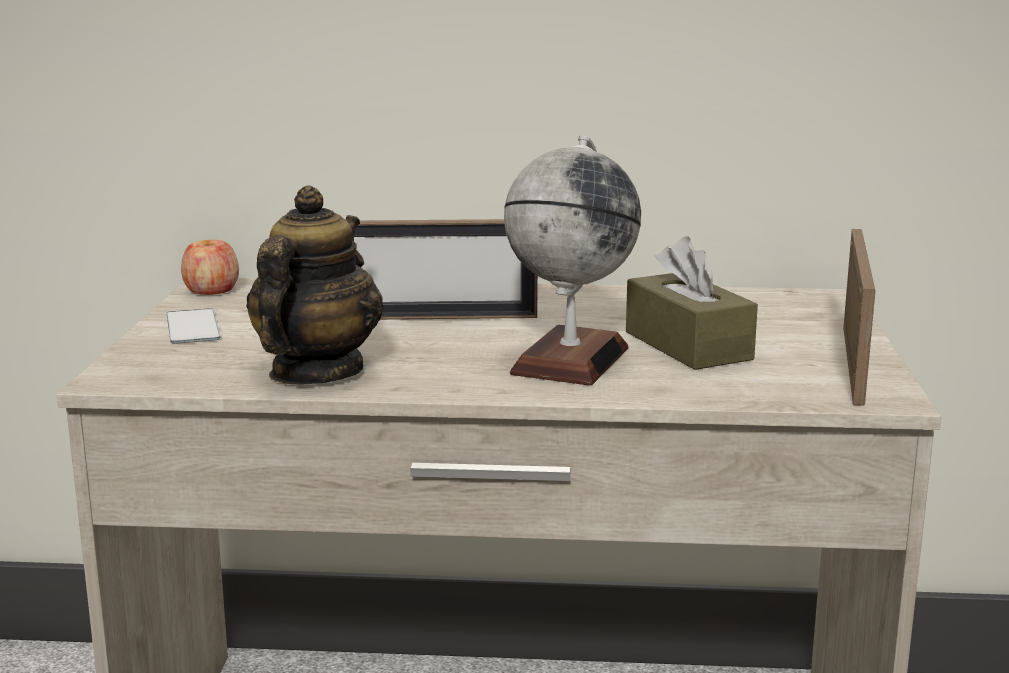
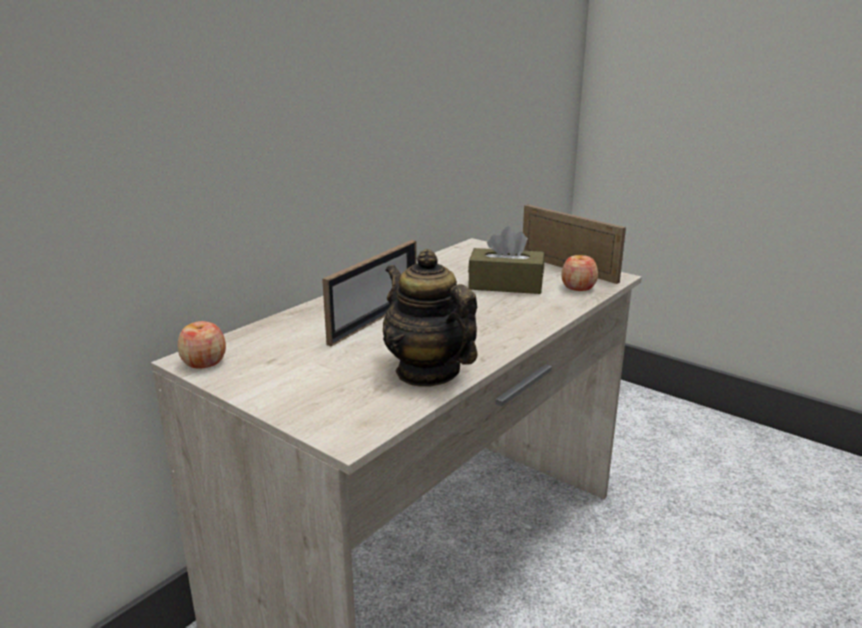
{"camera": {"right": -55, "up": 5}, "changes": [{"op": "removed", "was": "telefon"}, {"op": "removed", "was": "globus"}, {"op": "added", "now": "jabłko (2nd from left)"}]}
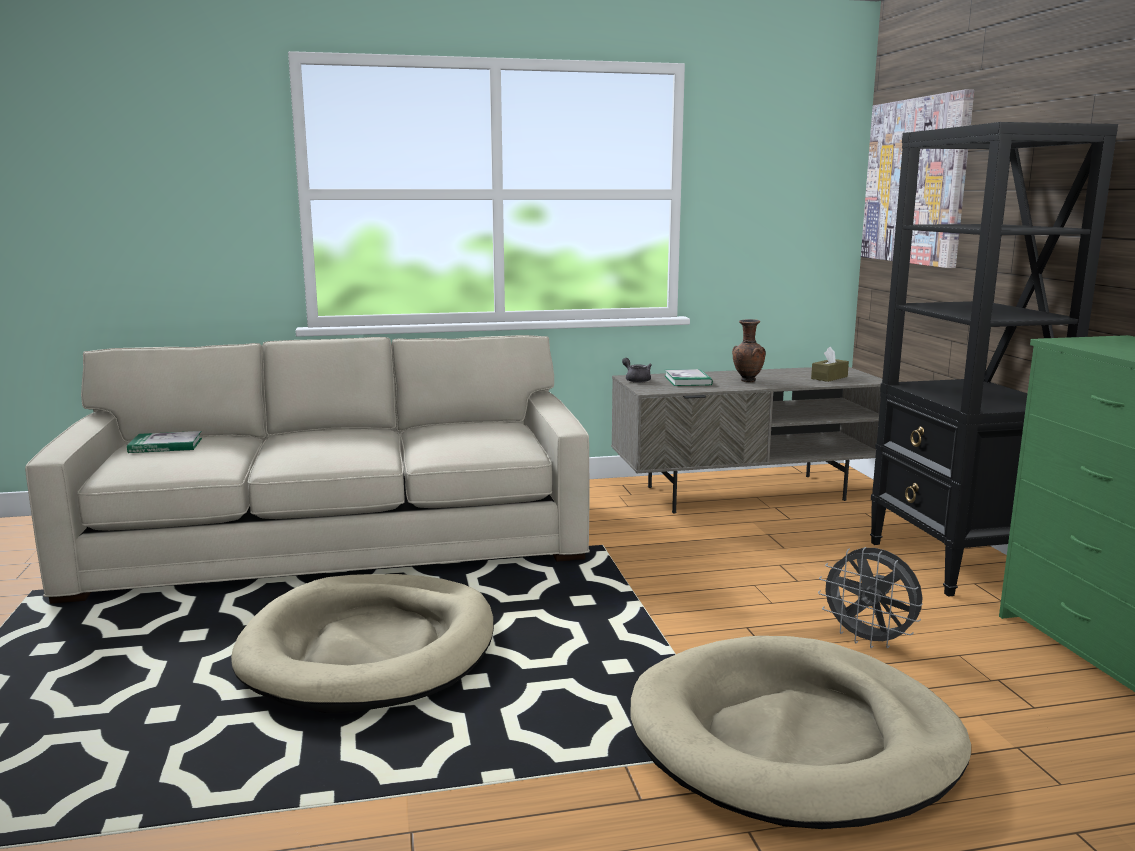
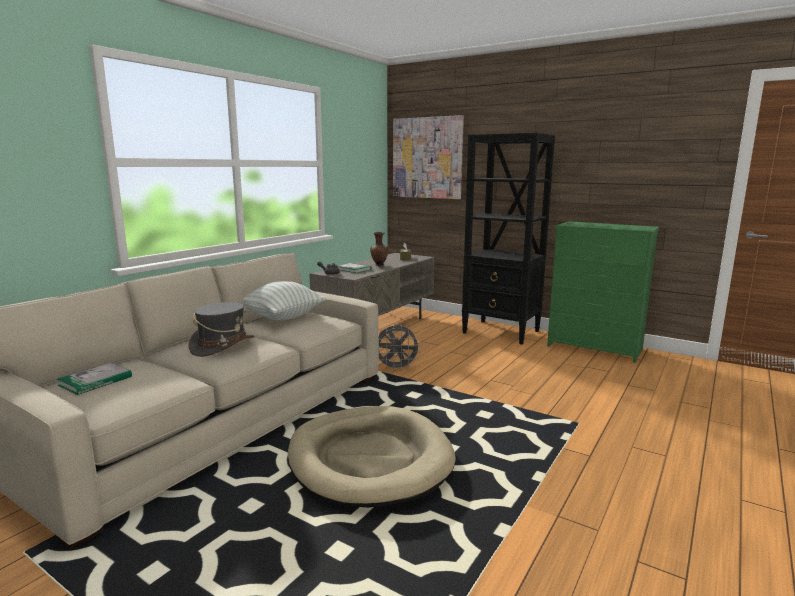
{"camera": {"right": -45, "up": 0}, "changes": [{"op": "removed", "was": "legowisko [beżowy] (2nd from left)"}, {"op": "moved", "was": "wentylator [szary]"}, {"op": "added", "now": "kapelusz [szary]"}, {"op": "added", "now": "poduszka"}]}
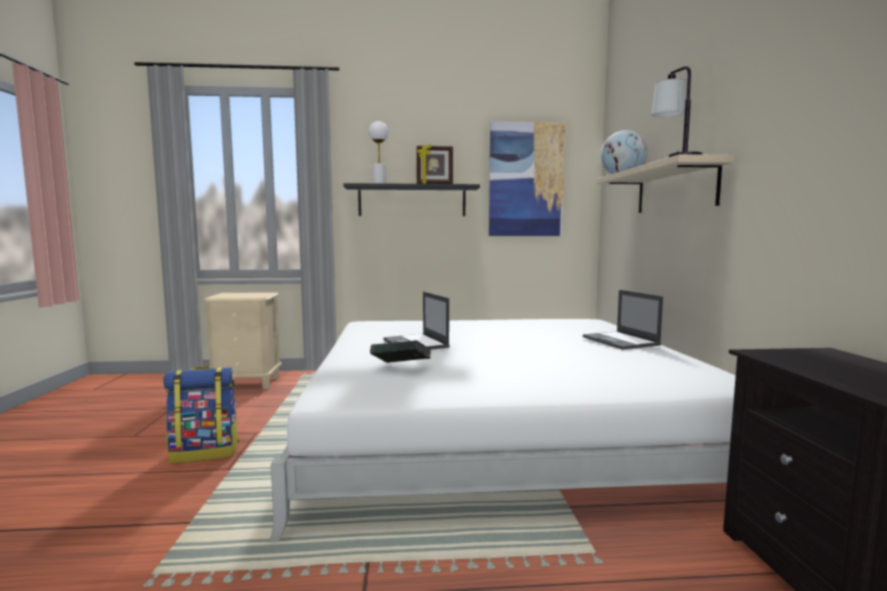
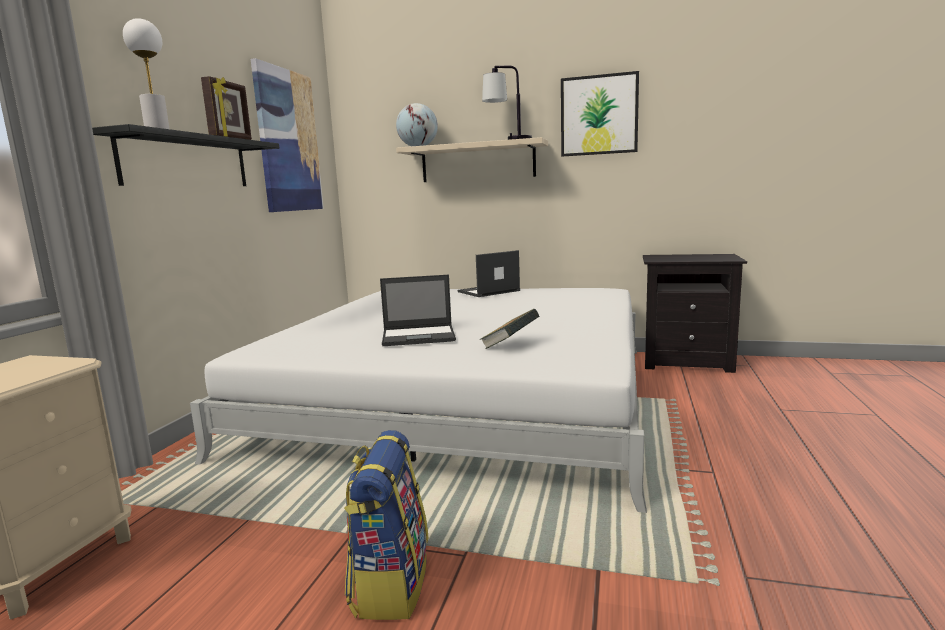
{"camera": {"right": -70, "up": 5}, "changes": [{"op": "turned", "was": "laptop (2nd from left)", "clockwise": 150}, {"op": "added", "now": "obraz (2nd from left)"}]}
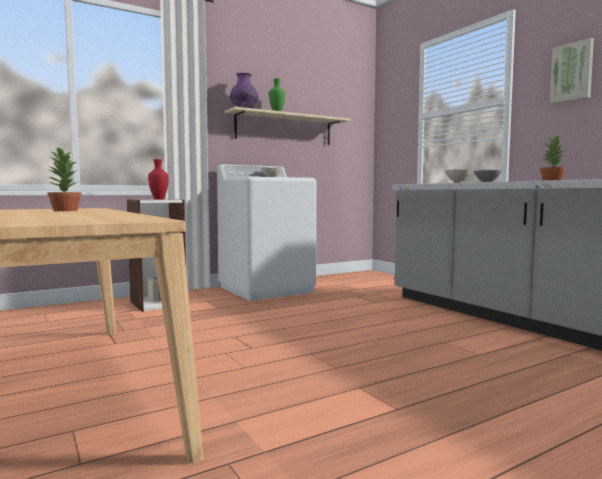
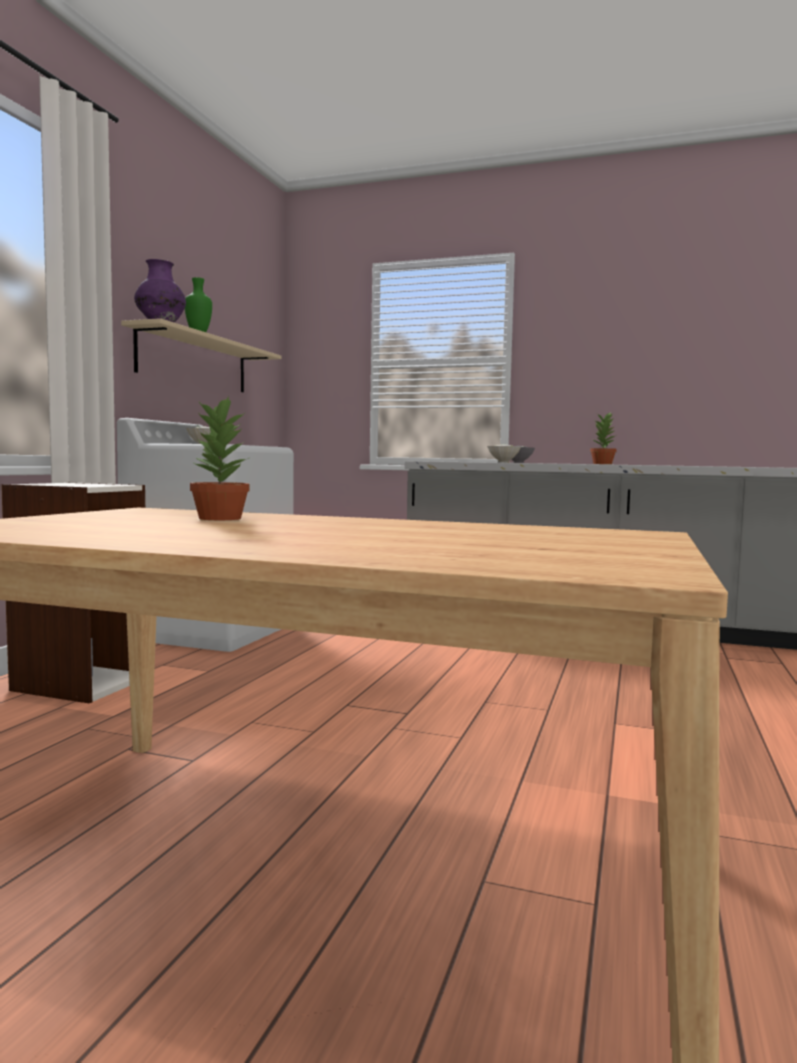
{"camera": {"right": -40, "up": 0}, "changes": [{"op": "removed", "was": "wazon [czerwony]"}, {"op": "removed", "was": "obraz"}]}
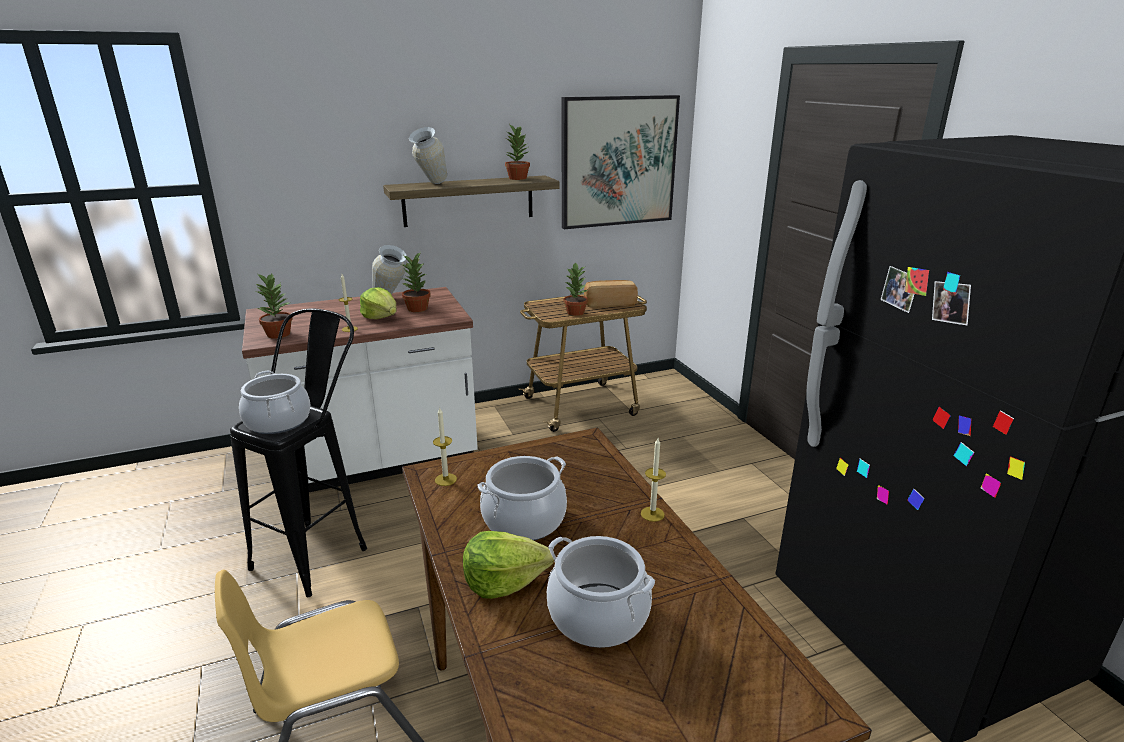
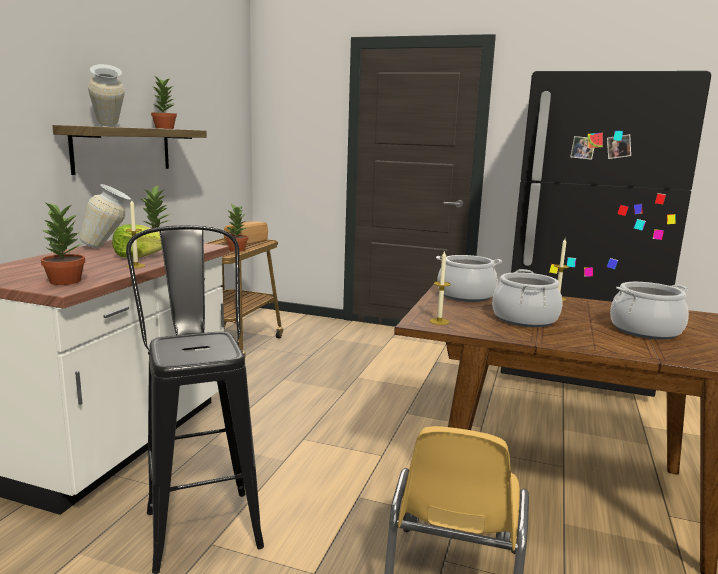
{"camera": {"right": -50, "up": -10}, "changes": [{"op": "moved", "was": "garnek (1st from left)"}, {"op": "removed", "was": "sałata (2nd from left)"}, {"op": "removed", "was": "obraz"}]}
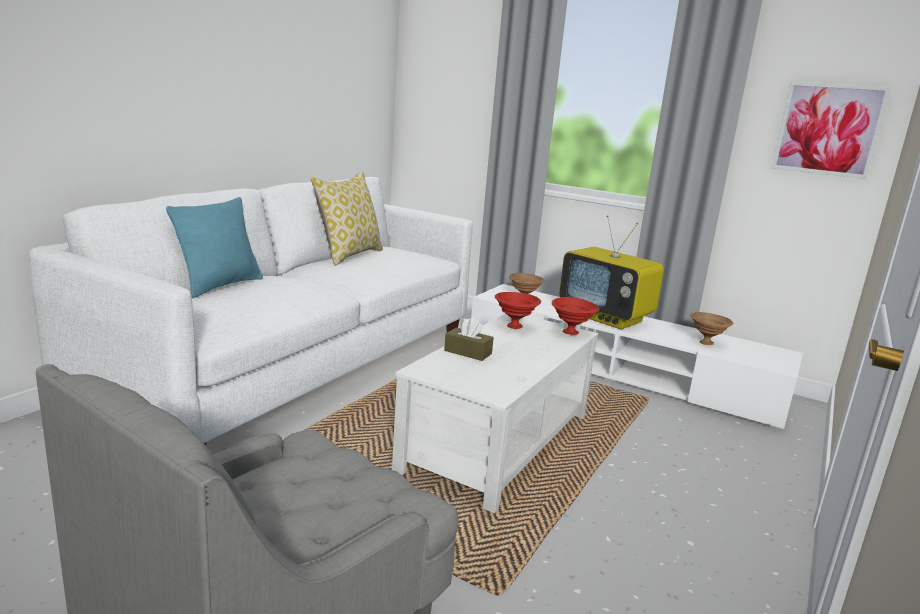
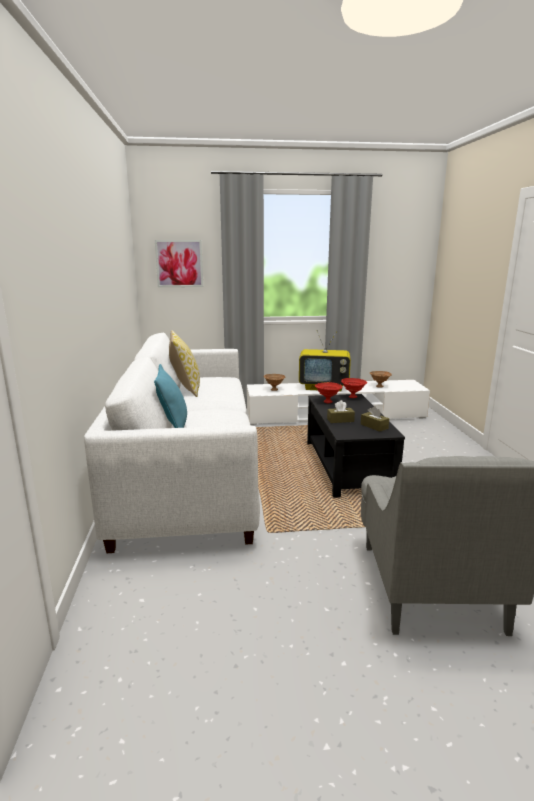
{"camera": {"right": -35, "up": 0}, "changes": [{"op": "recoloured", "was": "ława [biały]", "now": "ława [czarny]"}, {"op": "moved", "was": "obraz"}, {"op": "added", "now": "pudełko chusteczek [brązowy] (2nd from left)"}]}
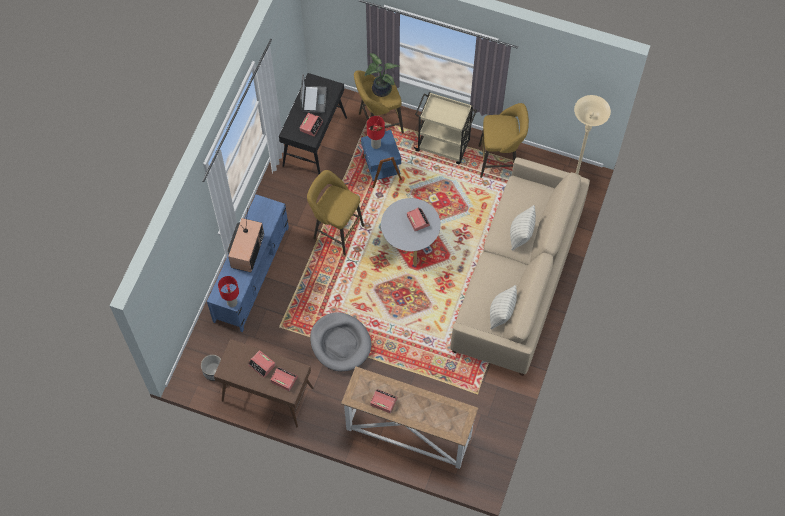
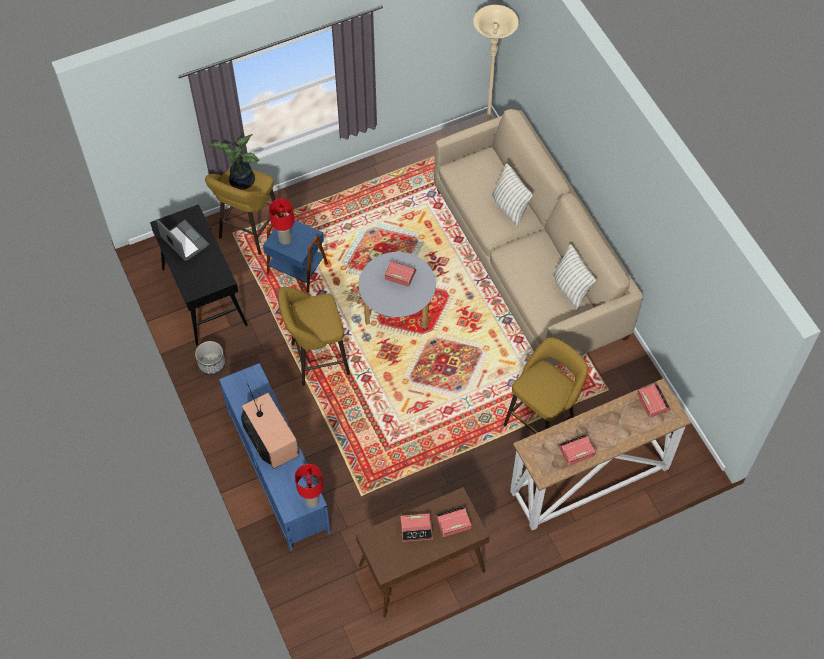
{"camera": {"right": -45, "up": -5}, "changes": [{"op": "moved", "was": "donica"}, {"op": "moved", "was": "budzik (3rd from left in the first image)", "now": "budzik (5th from left)"}, {"op": "removed", "was": "legowisko [szary]"}, {"op": "removed", "was": "wózek [beżowy]"}, {"op": "moved", "was": "stołek [żółty] (3rd from left)"}]}
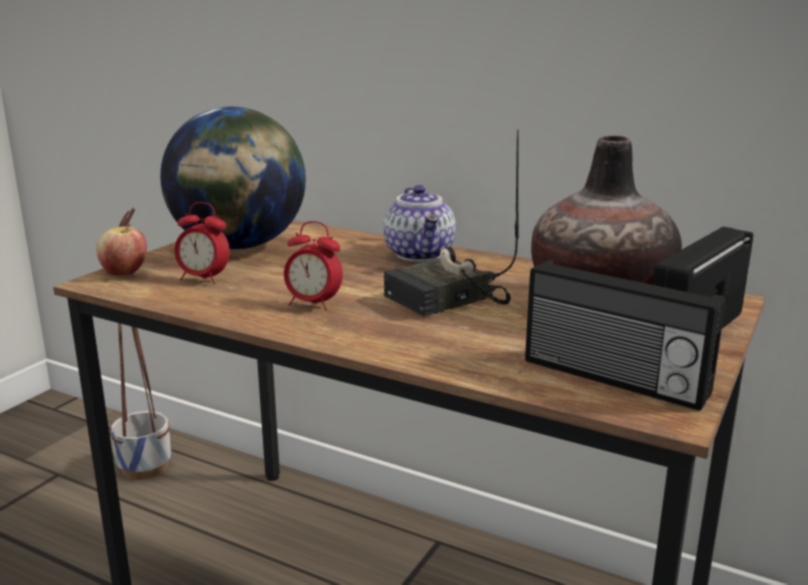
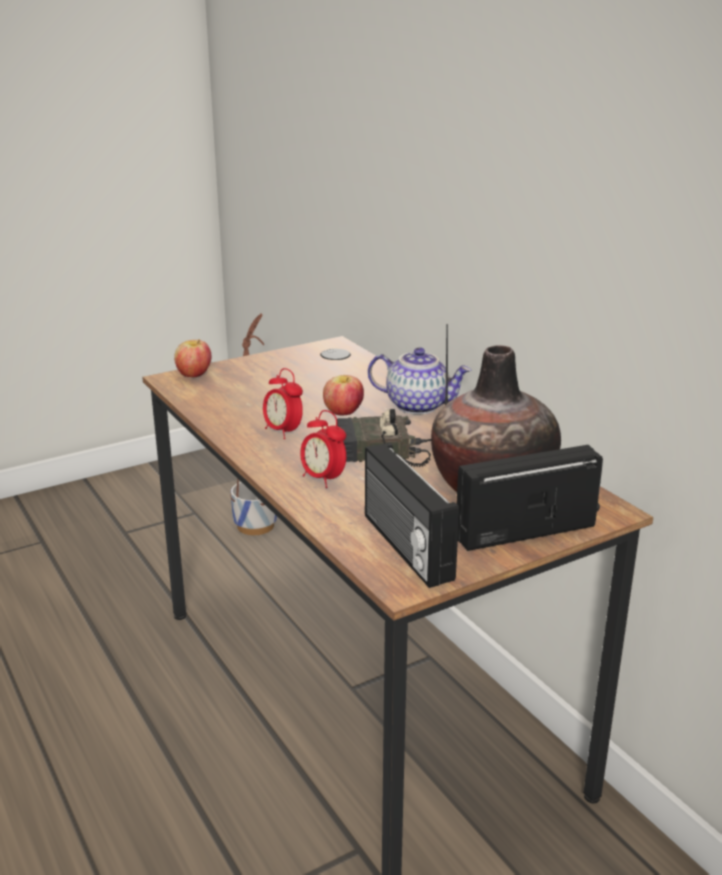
{"camera": {"right": 30, "up": 5}, "changes": [{"op": "removed", "was": "globus"}, {"op": "moved", "was": "budzik (1st from left in the first image)", "now": "budzik (2nd from left)"}, {"op": "turned", "was": "imbryk", "clockwise": -90}, {"op": "added", "now": "jabłko (2nd from left)"}]}
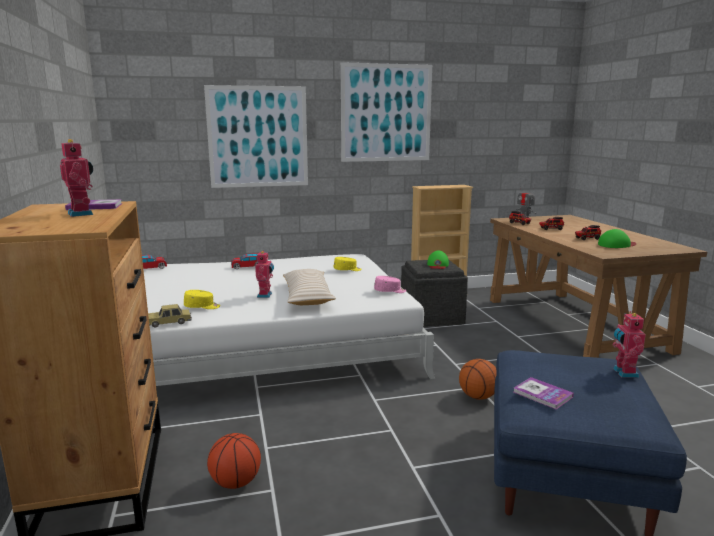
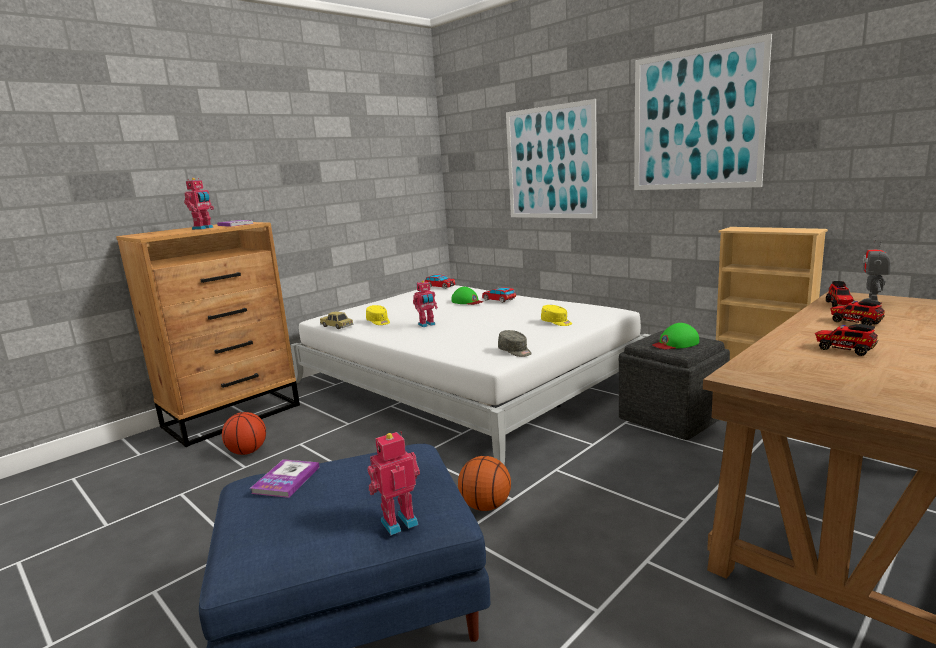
{"camera": {"right": 60, "up": 0}, "changes": [{"op": "removed", "was": "poduszka [beżowy]"}, {"op": "recoloured", "was": "czapka z daszkiem [różowy]", "now": "czapka z daszkiem [szary]"}, {"op": "moved", "was": "czapka z daszkiem [zielony] (2nd from left in the first image)", "now": "czapka z daszkiem [zielony] (1st from left)"}]}
